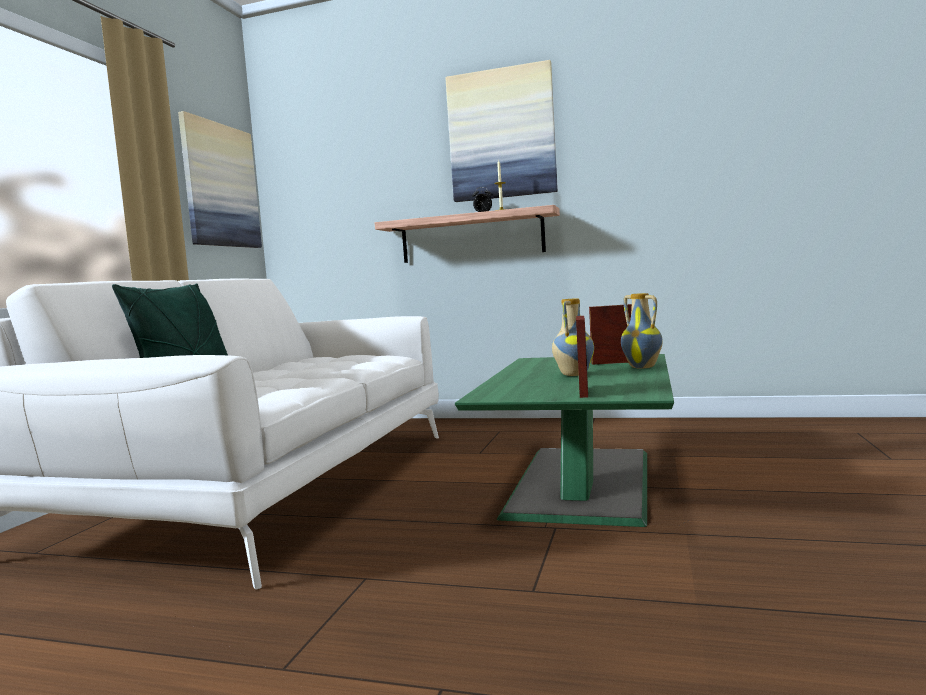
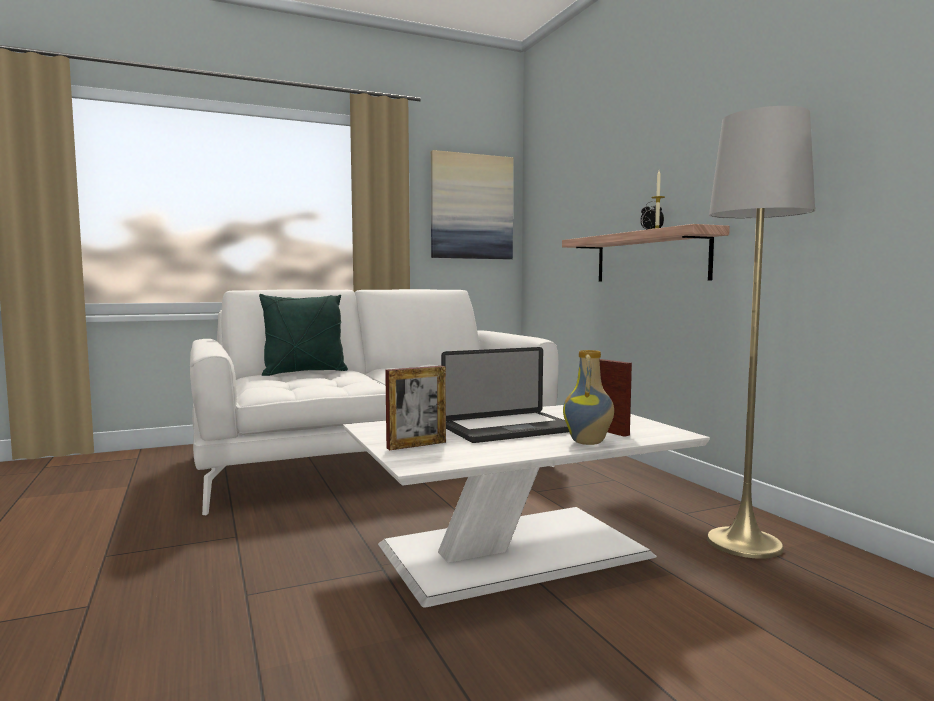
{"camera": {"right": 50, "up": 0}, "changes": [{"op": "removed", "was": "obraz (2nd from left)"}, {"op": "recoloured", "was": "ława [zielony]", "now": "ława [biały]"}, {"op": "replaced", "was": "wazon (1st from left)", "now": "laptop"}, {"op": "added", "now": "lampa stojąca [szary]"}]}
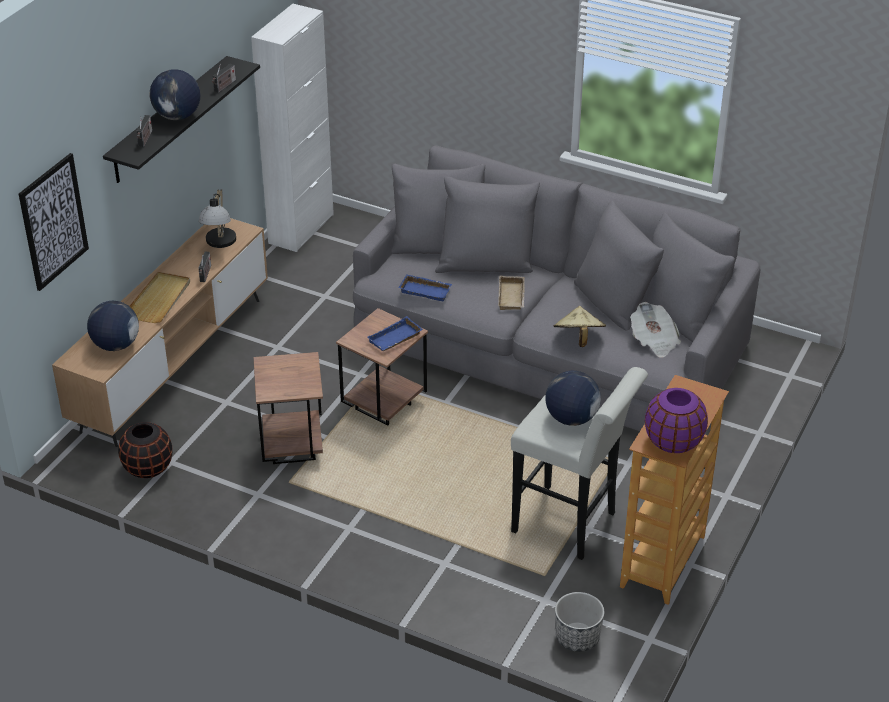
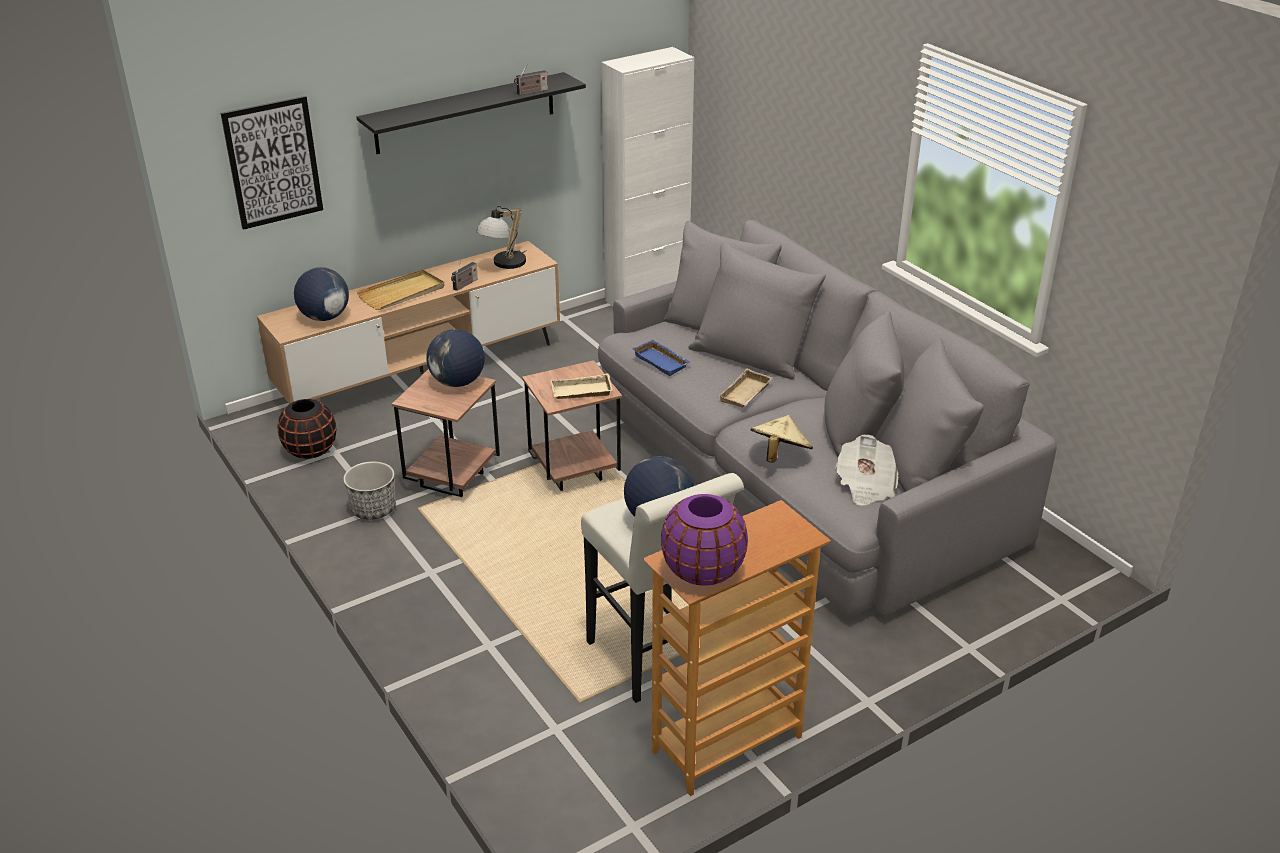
{"camera": {"right": 30, "up": -5}, "changes": [{"op": "removed", "was": "radio (1st from left)"}, {"op": "moved", "was": "globus (2nd from left)"}, {"op": "recoloured", "was": "taca [niebieski] (1st from left)", "now": "taca [beżowy] (2nd from left)"}, {"op": "moved", "was": "donica"}]}
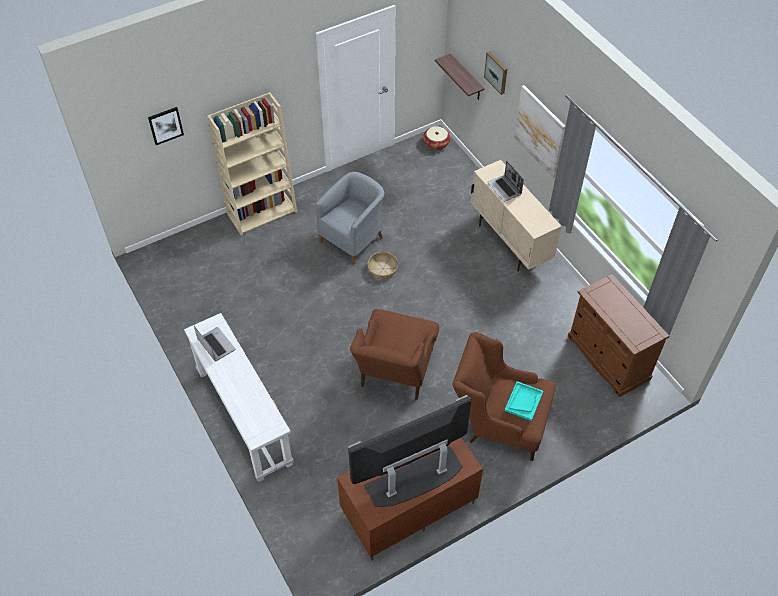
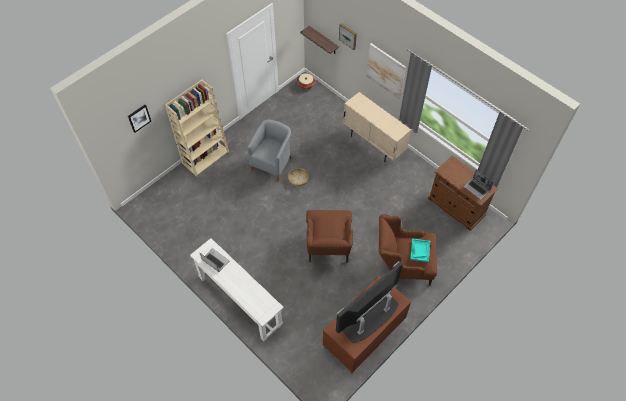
{"camera": {"right": -15, "up": 5}, "changes": [{"op": "moved", "was": "laptop (2nd from left)"}]}
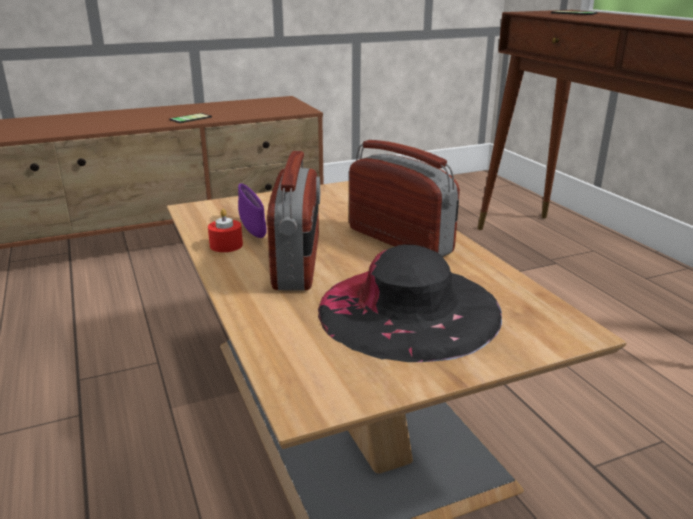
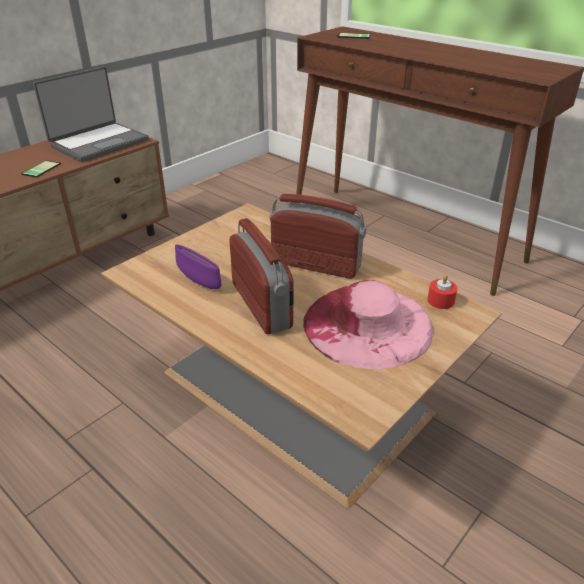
{"camera": {"right": -25, "up": 10}, "changes": [{"op": "moved", "was": "świeca [czerwony]"}, {"op": "recoloured", "was": "kapelusz [czarny]", "now": "kapelusz [różowy]"}, {"op": "added", "now": "laptop"}]}
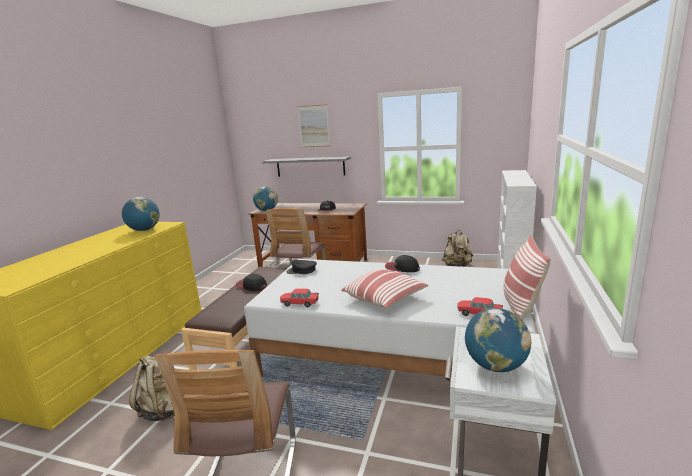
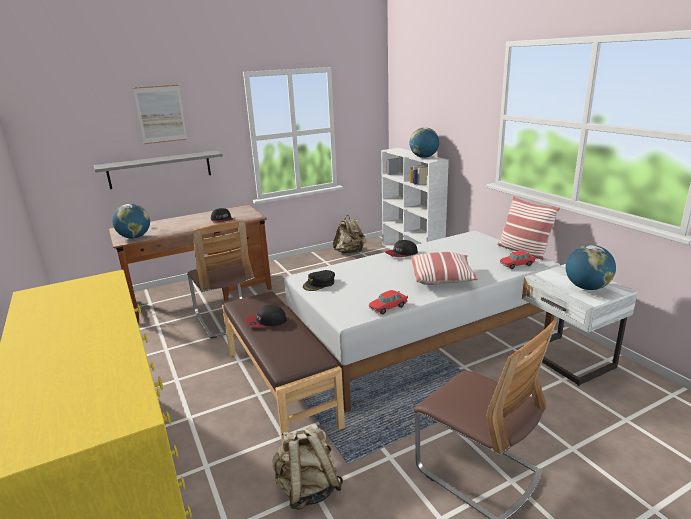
{"camera": {"right": -45, "up": 5}, "changes": [{"op": "moved", "was": "globus (1st from left in the first image)", "now": "globus (2nd from left)"}]}
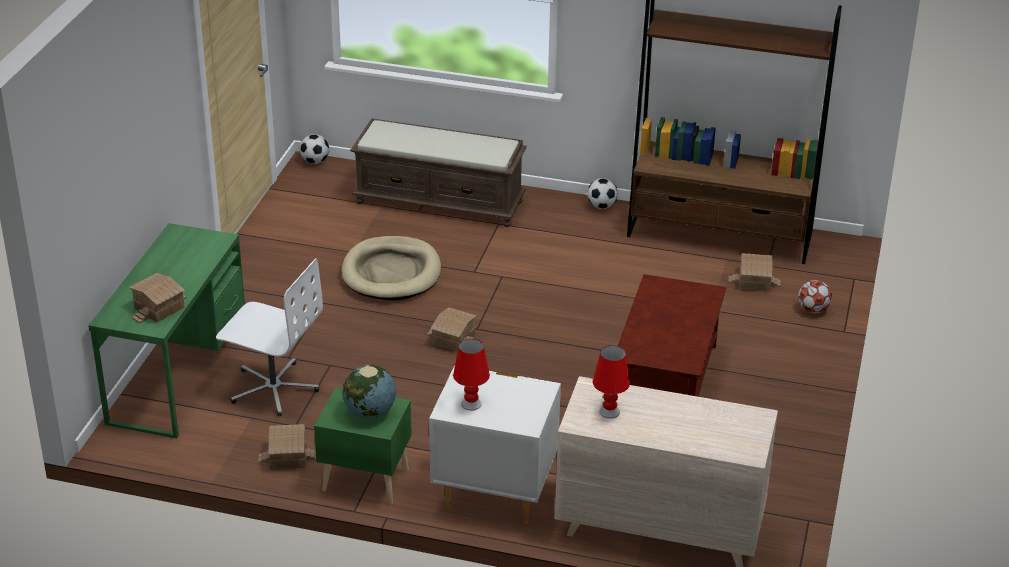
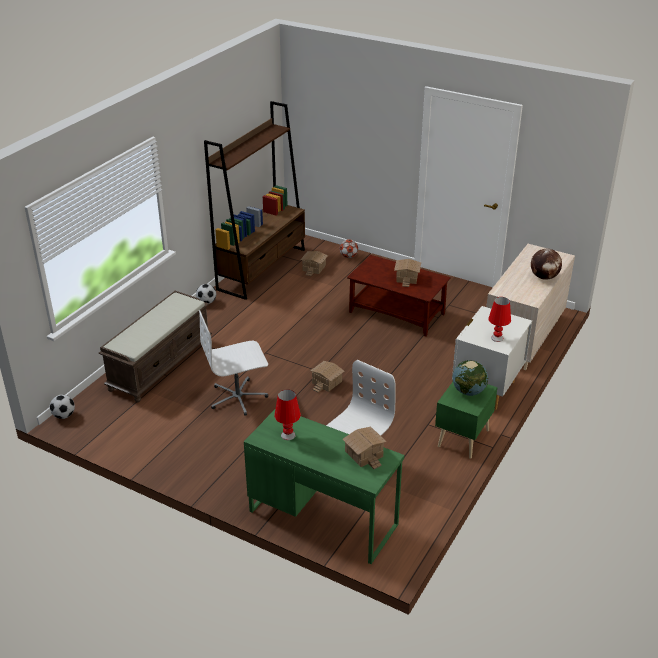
{"camera": {"right": -75, "up": 0}, "changes": [{"op": "moved", "was": "domek (2nd from left in the first image)", "now": "domek (4th from left)"}, {"op": "replaced", "was": "legowisko [beżowy]", "now": "krzesło biurowe [biały] (1st from left)"}, {"op": "moved", "was": "lampa stołowa [czerwony] (2nd from left in the first image)", "now": "lampa stołowa [czerwony] (1st from left)"}, {"op": "added", "now": "globus (2nd from left)"}]}
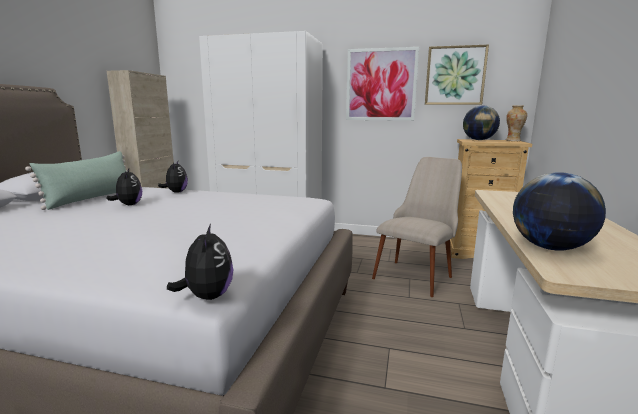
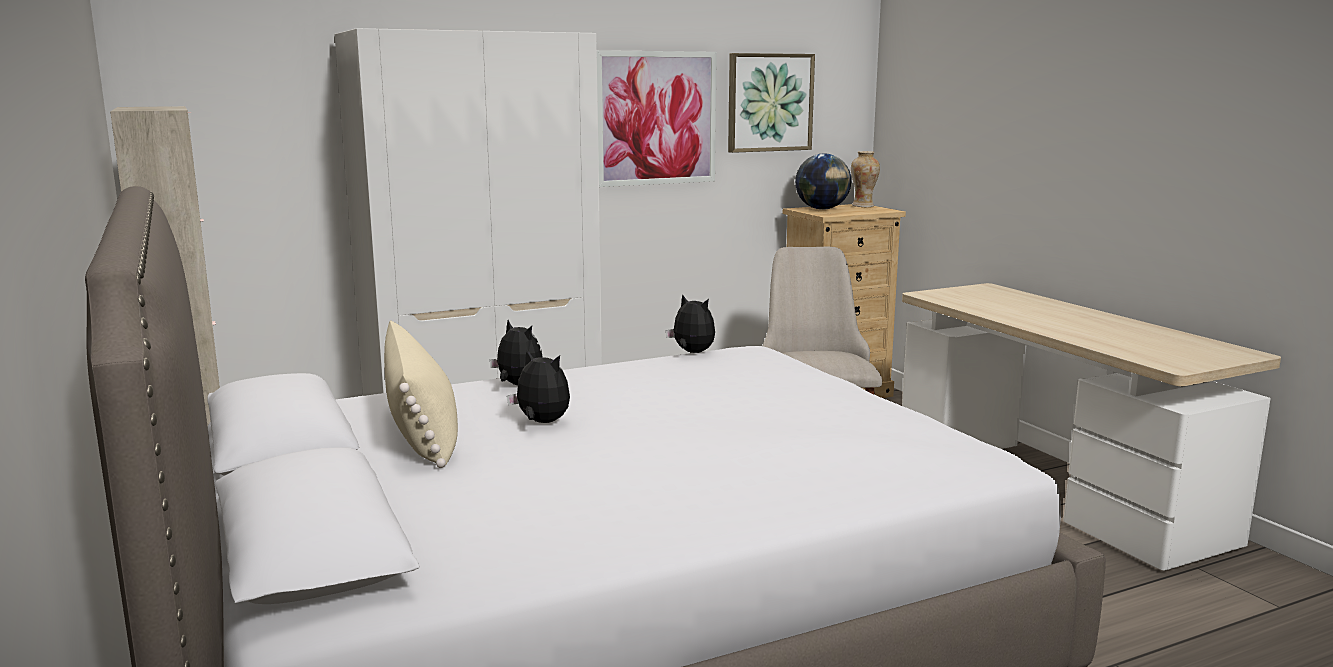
{"camera": {"right": -40, "up": 0}, "changes": [{"op": "recoloured", "was": "poduszka [zielony]", "now": "poduszka [beżowy]"}, {"op": "moved", "was": "pluszak (3rd from left)"}, {"op": "removed", "was": "globus (2nd from left)"}]}
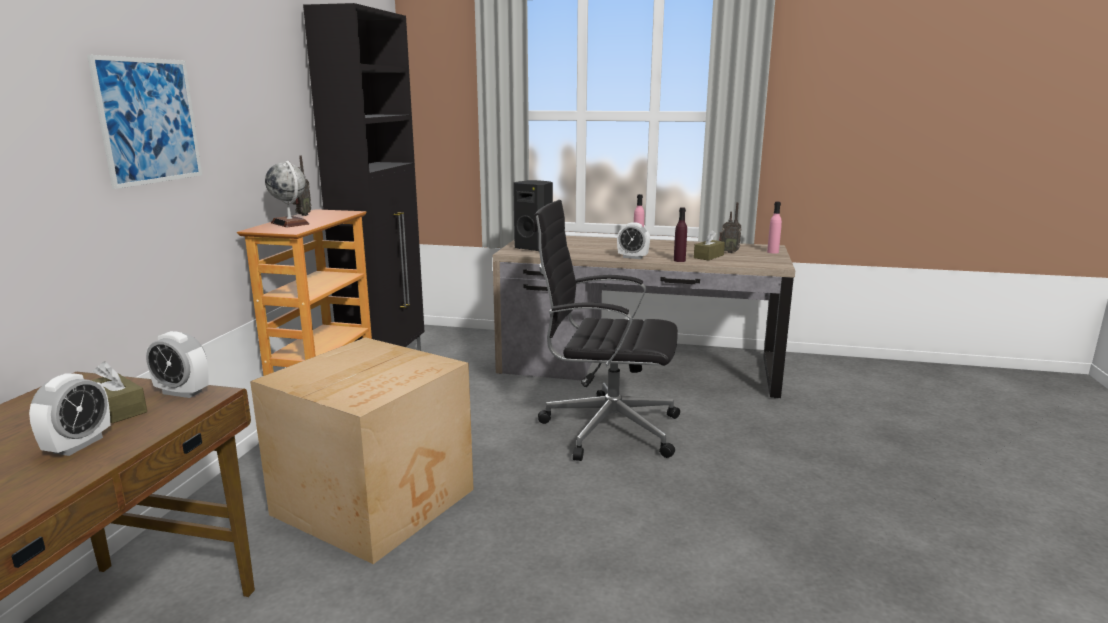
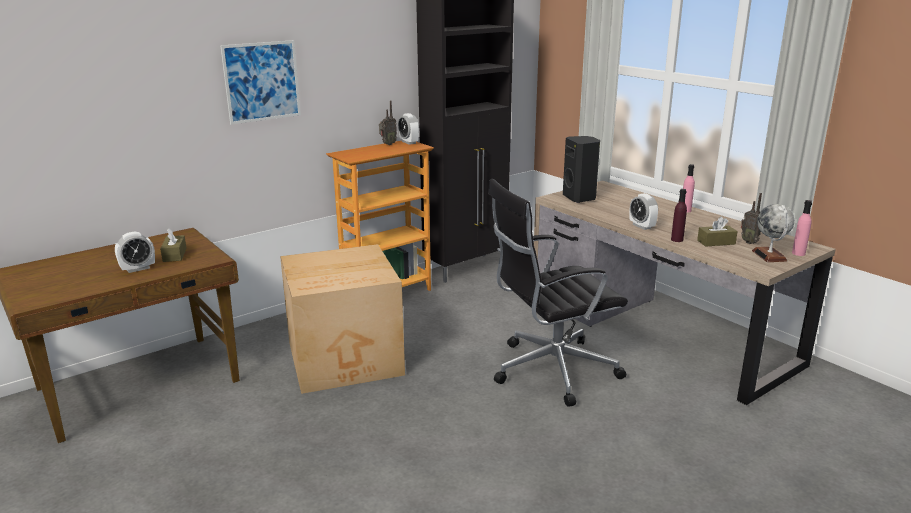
{"camera": {"right": 40, "up": 5}, "changes": [{"op": "moved", "was": "budzik (2nd from left)"}, {"op": "moved", "was": "globus"}, {"op": "turned", "was": "krzesło biurowe [czarny]", "clockwise": -75}]}
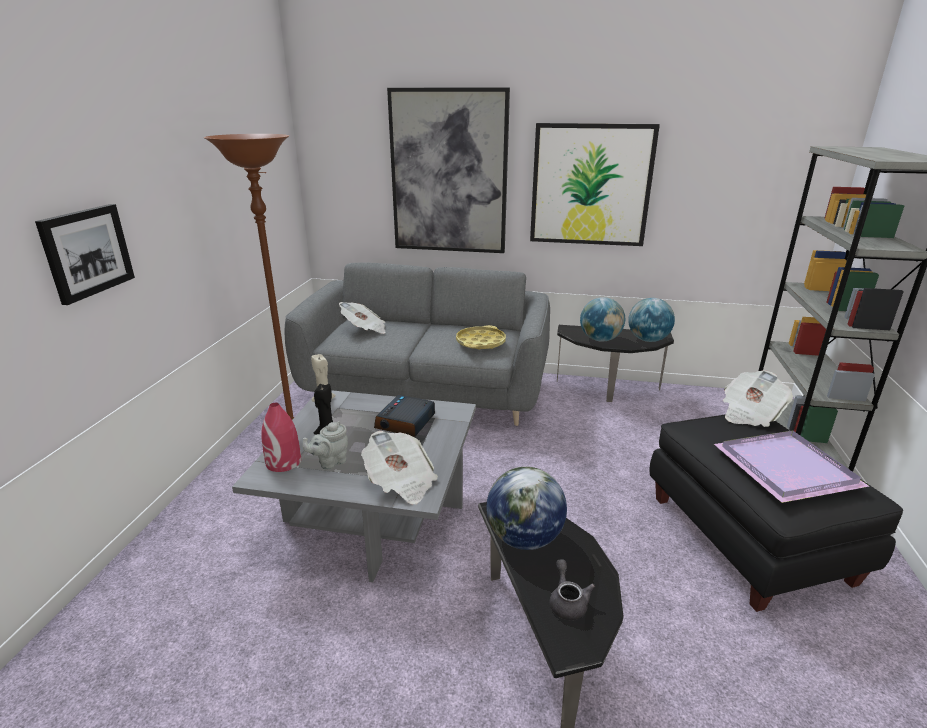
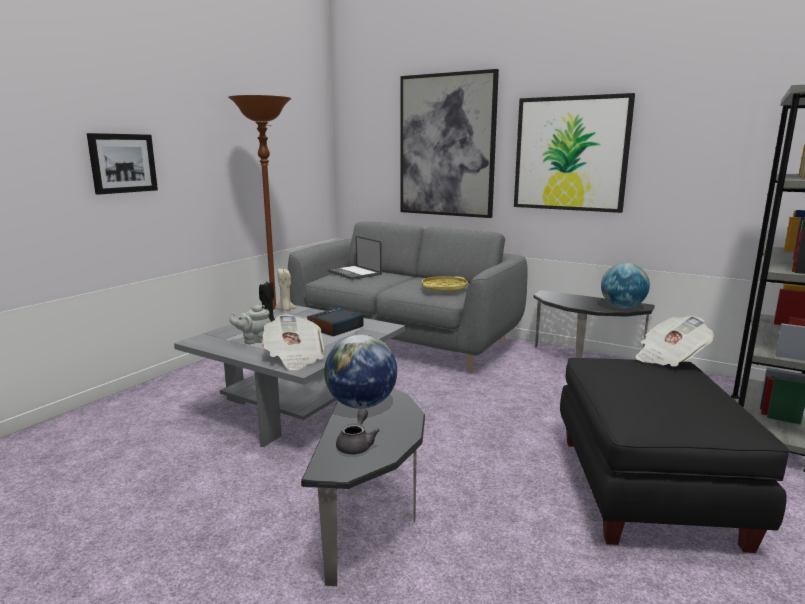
{"camera": {"right": 20, "up": -10}, "changes": [{"op": "removed", "was": "wazon [czerwony]"}, {"op": "replaced", "was": "gazeta (1st from left)", "now": "laptop"}, {"op": "removed", "was": "globus (2nd from left)"}, {"op": "removed", "was": "taca [fioletowy]"}]}
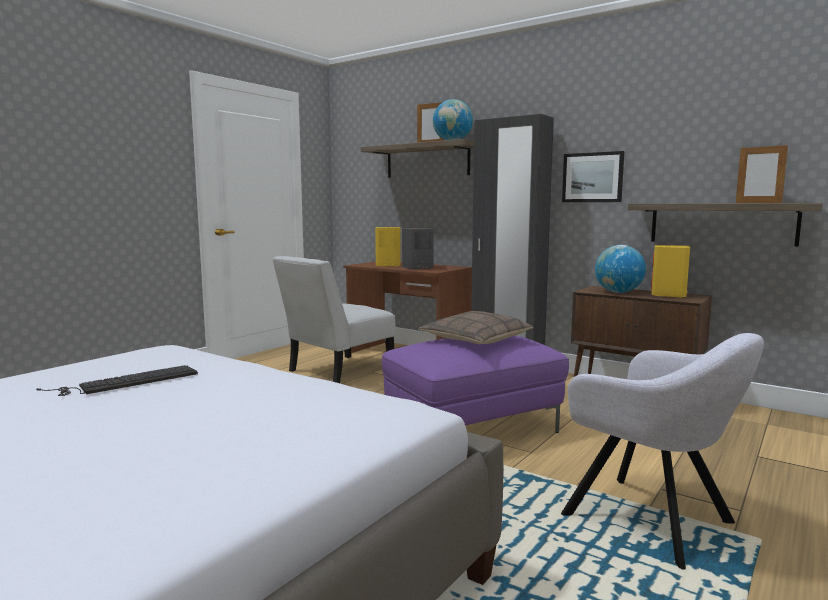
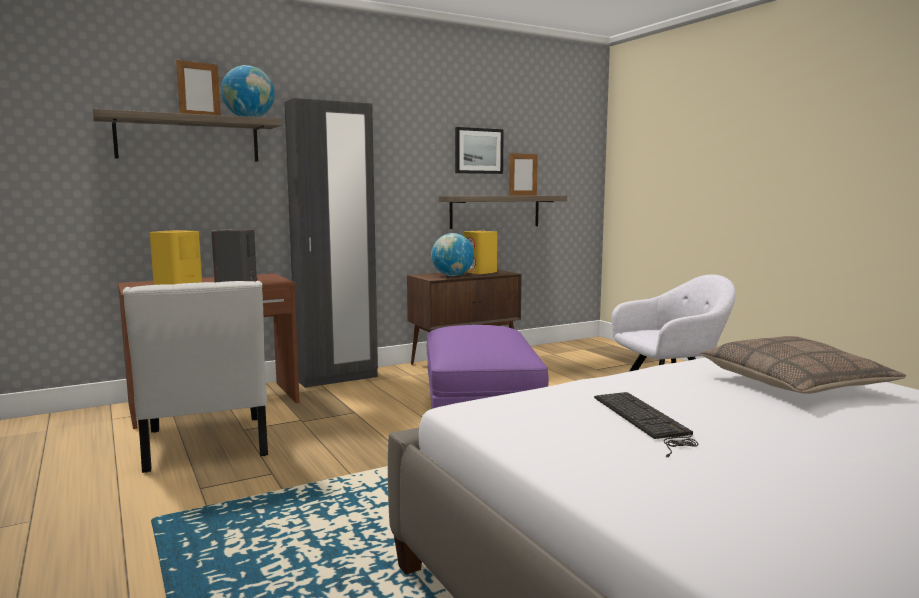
{"camera": {"right": -65, "up": 0}, "changes": [{"op": "moved", "was": "poduszka"}, {"op": "moved", "was": "obraz"}]}
